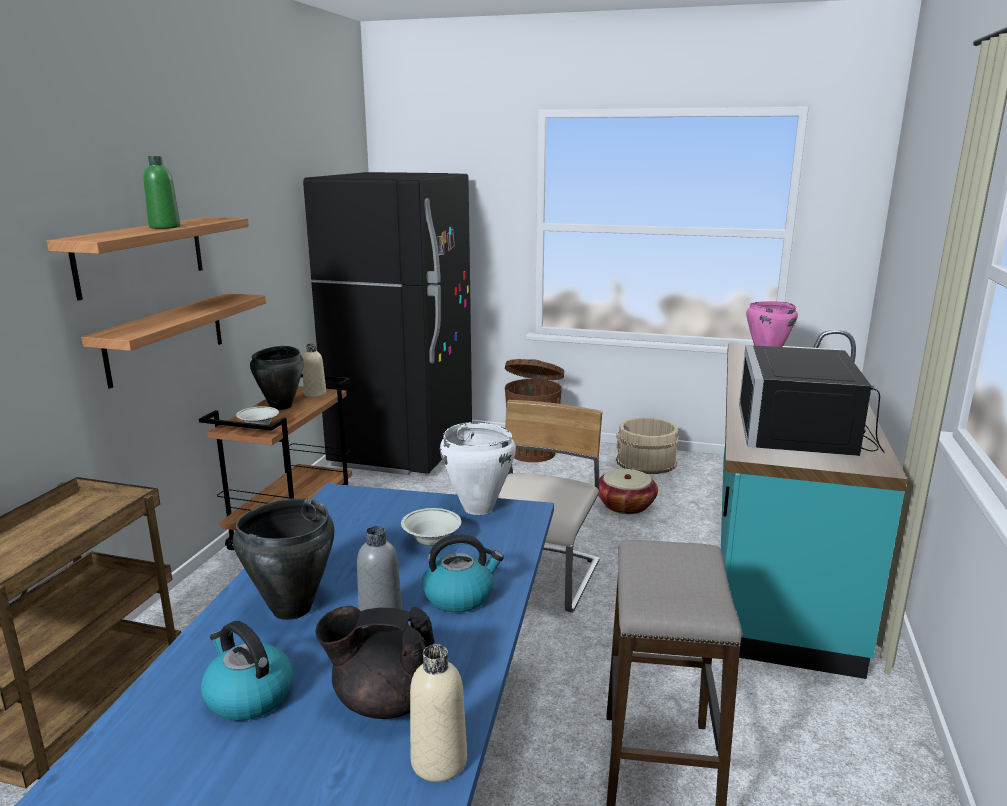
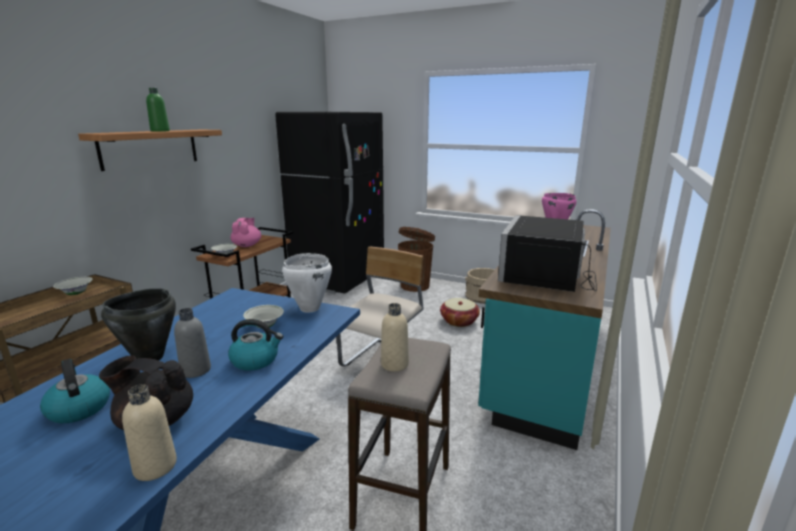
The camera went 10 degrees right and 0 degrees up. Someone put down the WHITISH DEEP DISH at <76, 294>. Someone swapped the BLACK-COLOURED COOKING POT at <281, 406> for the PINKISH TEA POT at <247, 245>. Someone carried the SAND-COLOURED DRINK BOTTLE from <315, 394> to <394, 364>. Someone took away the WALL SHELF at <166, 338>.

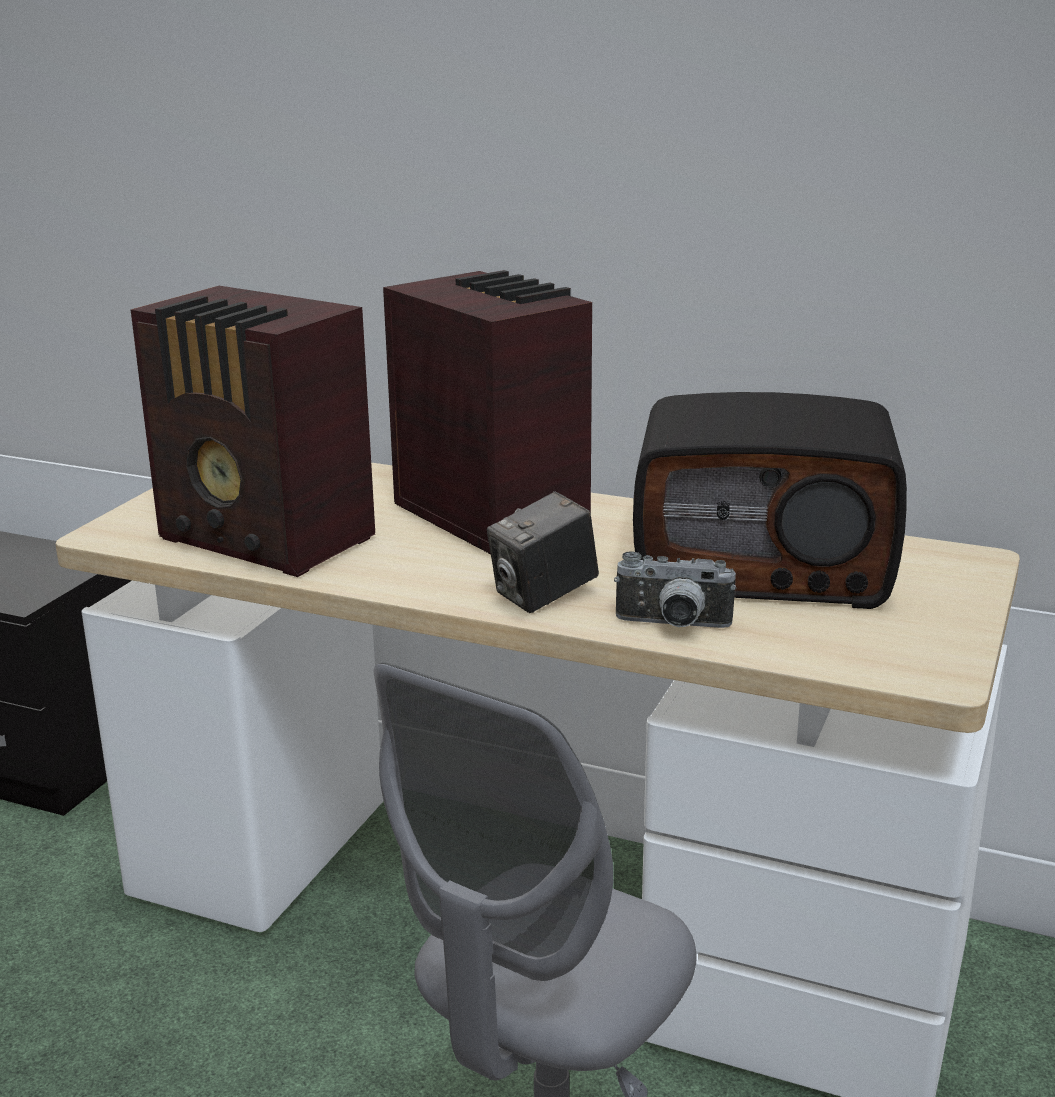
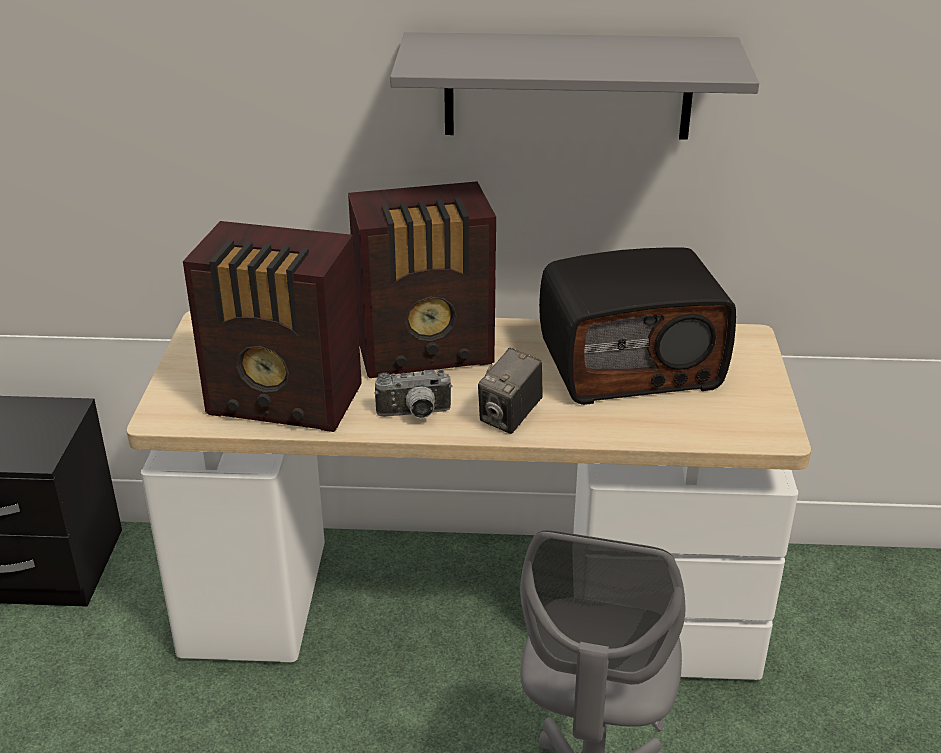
The camera went 20 degrees left and 10 degrees up. Someone rotated the RADIO at <491, 516> by 135 degrees clockwise. Someone carried the PHOTO CAMERA from <672, 626> to <415, 415>. Someone put up the GREYISH WALL SHELF at <568, 86>.

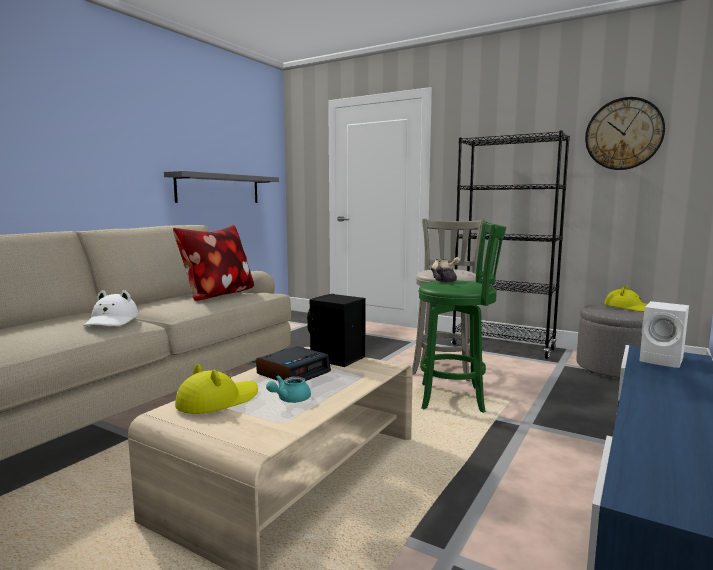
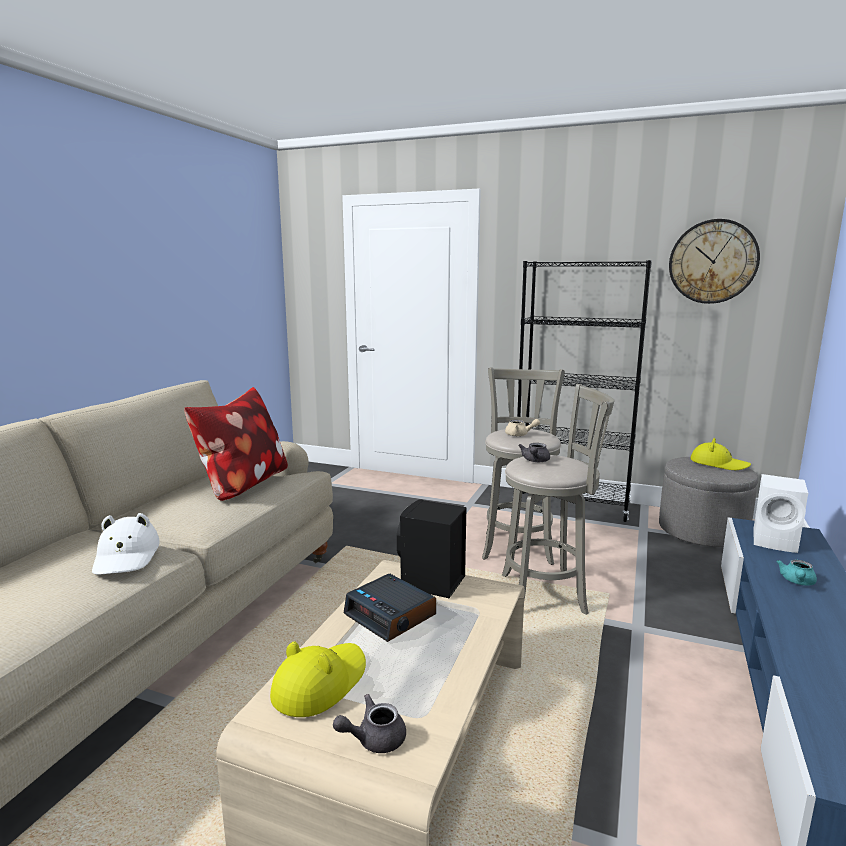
The camera went 10 degrees left and 5 degrees up. Someone put down the GREYISH TEA POT at <374, 739>. Someone rotated the ALARM CLOCK at <293, 372> by 105 degrees clockwise. Someone repainted the GREEN SITTING STOOL at <456, 398>, which became the GREYISH SITTING STOOL at <548, 594>. Someone carried the BLUE-GREEN TEA POT from <289, 399> to <797, 582>. Someone took away the GREYISH WALL SHELF at <219, 189>.

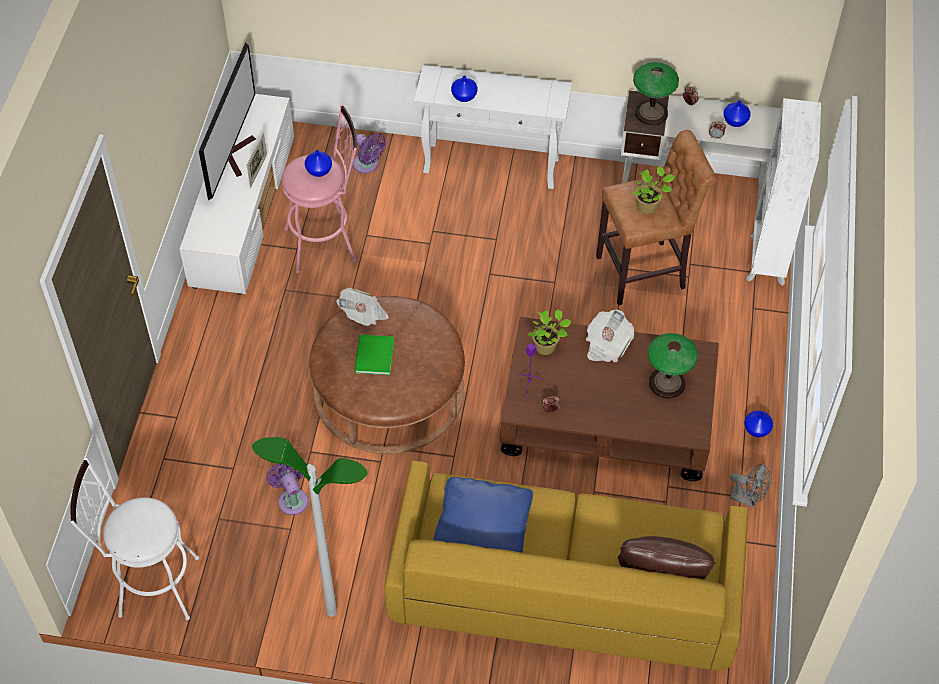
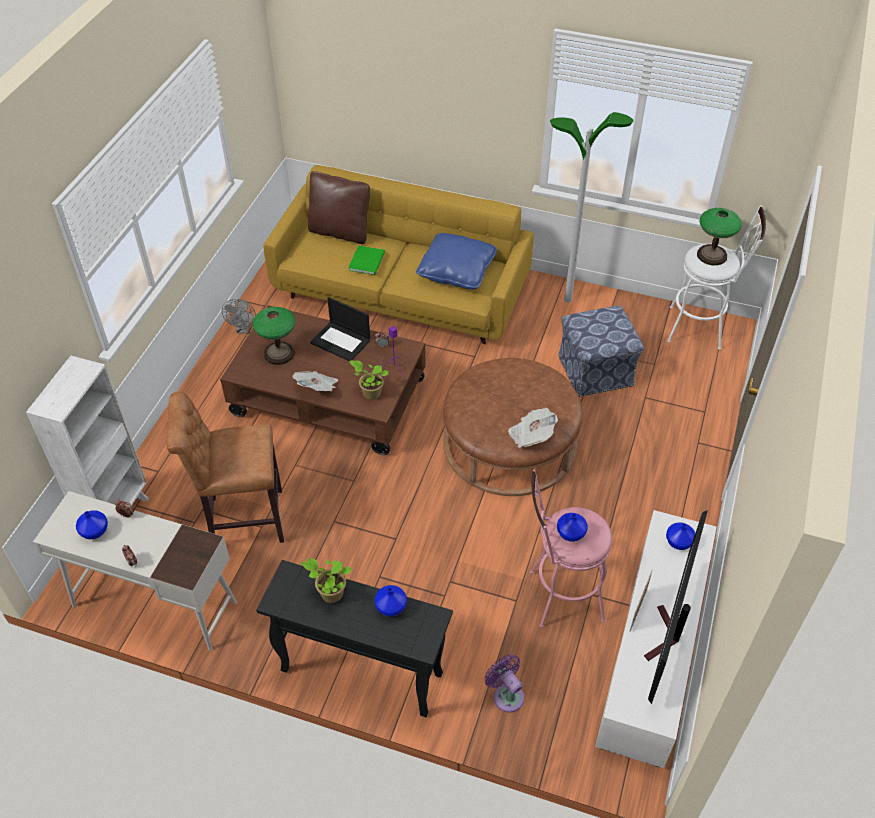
The camera went 170 degrees left and 5 degrees down. Someone rotated the GREYISH FAN at <748, 498> by 120 degrees counterclockwise. Someone repainted the WHITISH HALL TABLE at <492, 166>, which became the BLACK-COLOURED HALL TABLE at <360, 672>. Someone carried the PLANT IN A POT from <648, 207> to <330, 593>. Someone put down the PORTABLE COMPUTER at <341, 341>. Someone carried the GREEN BOOK from <373, 357> to <368, 260>. Someone swapped the PURPLE FAN at <292, 498> for the OTTOMAN at <596, 370>. Someone carried the BLUE FLOWER VASE from <756, 429> to <679, 542>. Someone carried the TABLETOP LAMP from <651, 113> to <711, 255>.

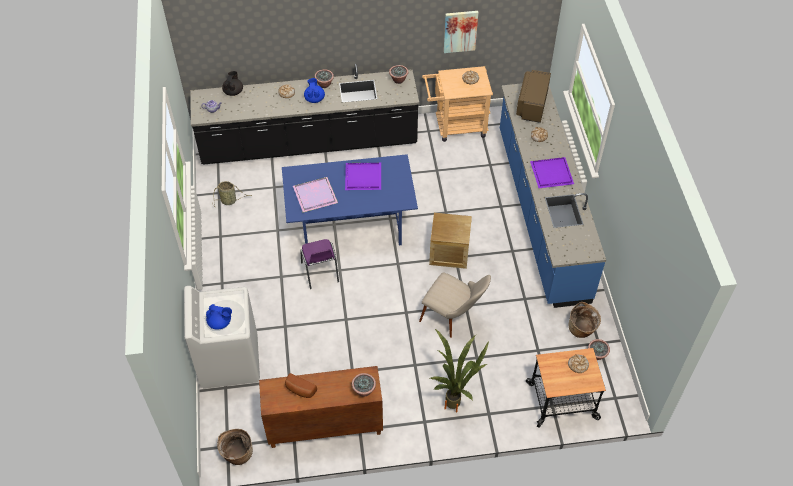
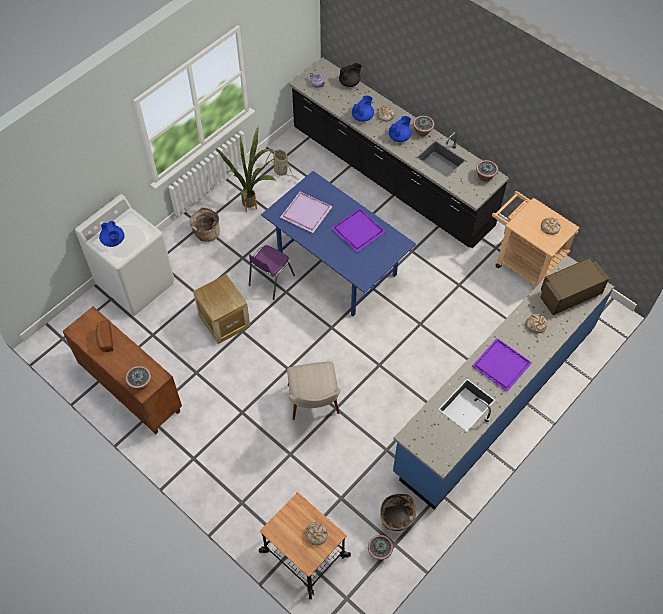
The camera went 50 degrees right and 5 degrees up. Someone carried the BASKET from <237, 454> to <206, 233>. Someone carried the PACKING CRATE from <449, 253> to <224, 320>. Someone carried the PLANT IN A POT from <455, 401> to <254, 206>. Someone put down the BLUE TEA POT at <362, 117>. Someone took away the WALL PICTURE at <460, 31>.

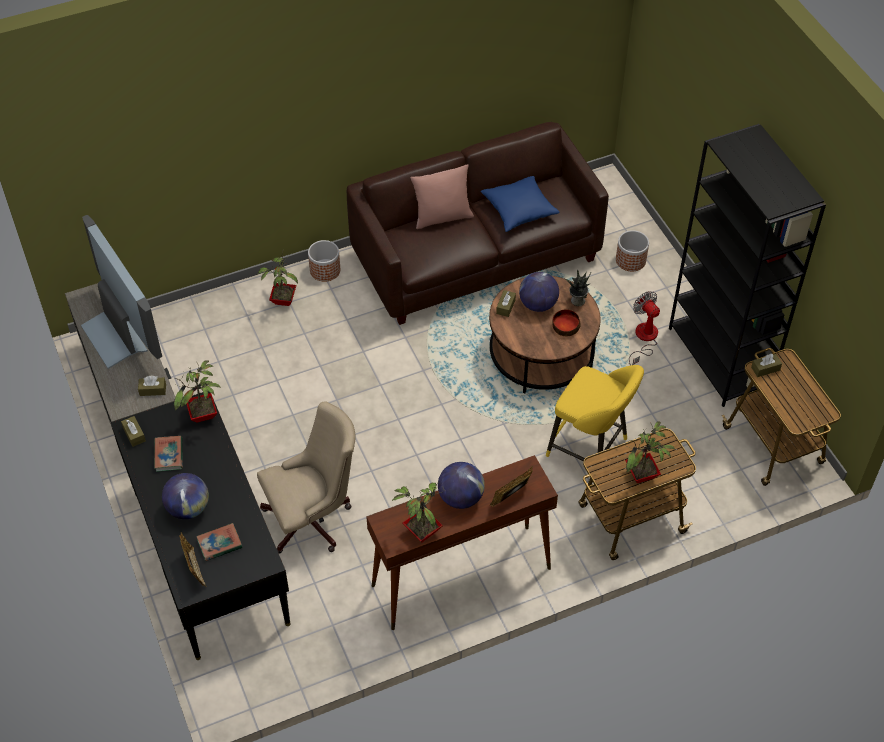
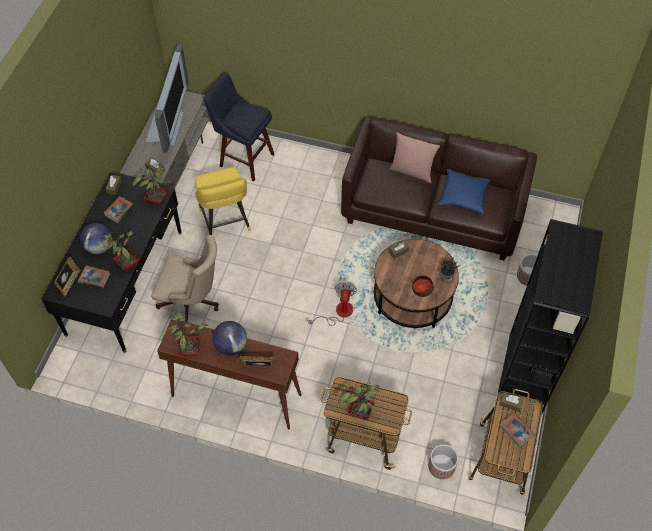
The camera went 40 degrees right and 5 degrees up. Someone carried the PLANT IN A POT from <282, 300> to <127, 263>. Someone carried the YELLOW-COLOURED SITTING STOOL from <591, 449> to <226, 223>. Someone put down the BLUE SITTING STOOL at <243, 158>. Someone carried the FAN from <644, 339> to <338, 313>. Someone carried the PLANTER from <325, 270> to <441, 466>. Someone put down the BOOK at <516, 431>. Someone took away the GLOBE at <538, 304>.

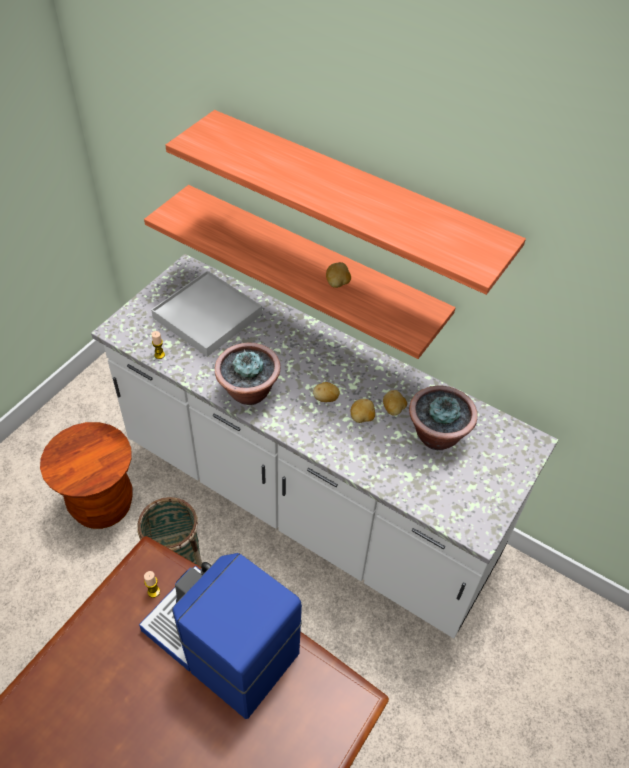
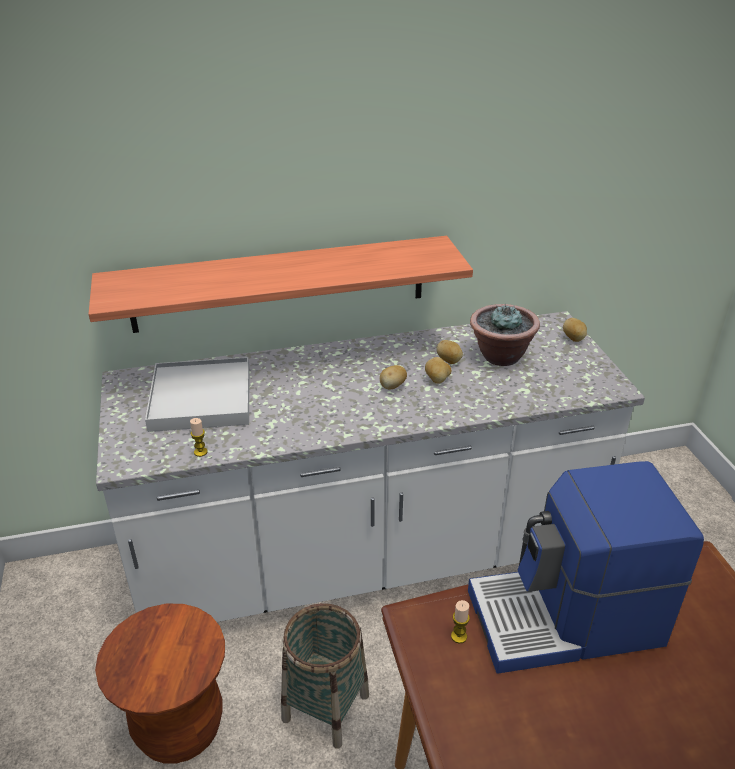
The camera went 45 degrees left and 15 degrees down. Someone carried the POTATO from <337, 283> to <573, 339>. Someone took away the WALL SHELF at <355, 197>. Someone took away the PLANT IN A POT at <248, 392>.

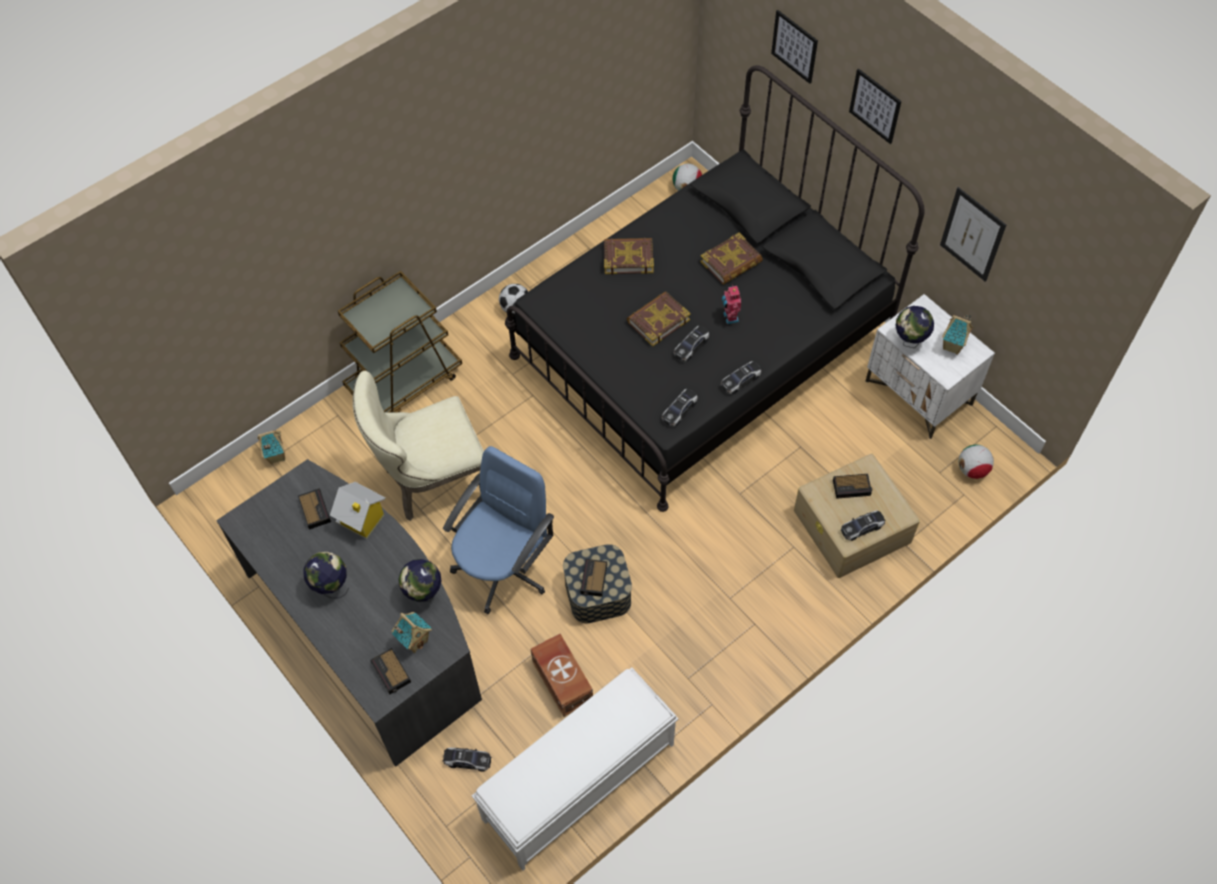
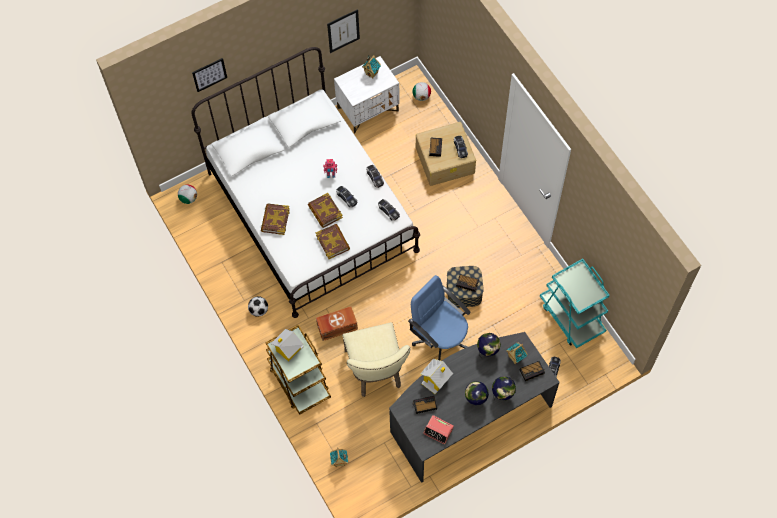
The camera went 80 degrees left and 5 degrees up. Someone repainted the BLACK-COLOURED BED at <702, 346>, which became the WHITISH BED at <311, 211>. Someone put down the TOY HOUSE at <288, 349>. Someone carried the BOOK from <731, 262> to <333, 242>. Someone carried the BROWN STORAGE BIN from <563, 679> to <336, 326>. Someone put down the ALARM CLOCK at <438, 431>. Someone carried the GLOBE from <909, 341> to <502, 394>. Someone swapped the WHITISH LONG SEAT at <577, 782> for the BLUE-GREEN CART at <571, 317>. Someone took away the WALL PICTURE at <875, 106>.

